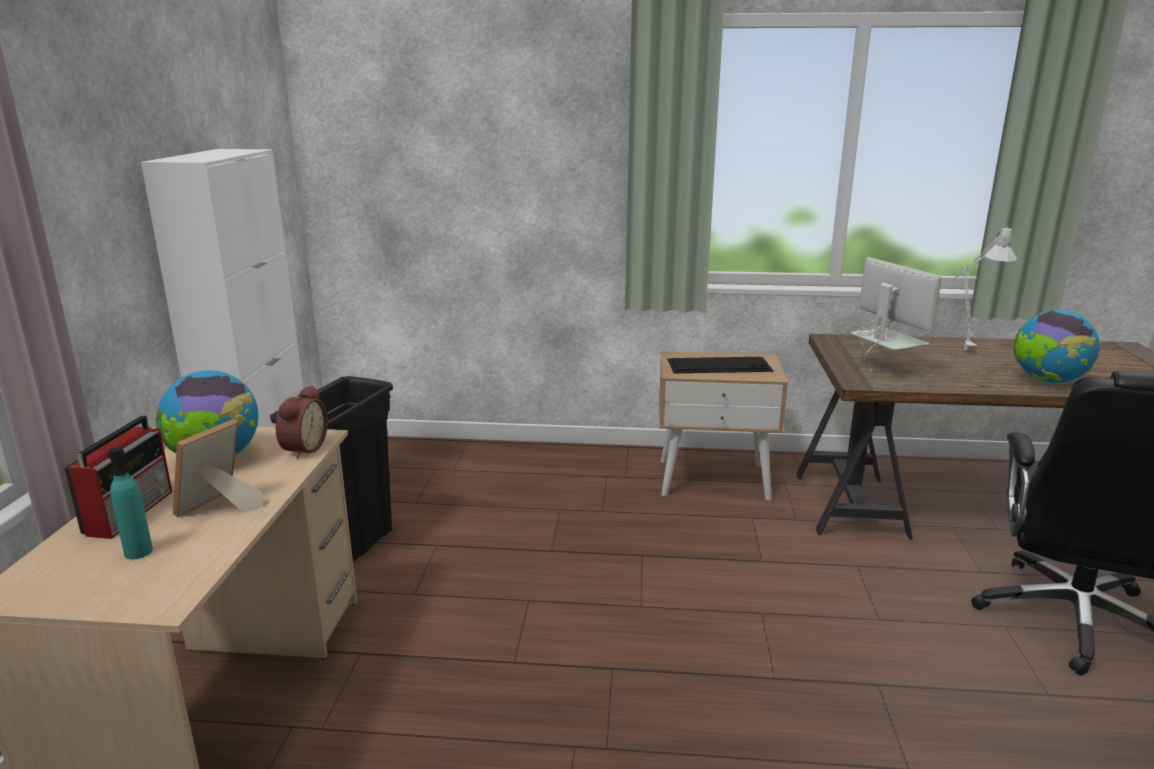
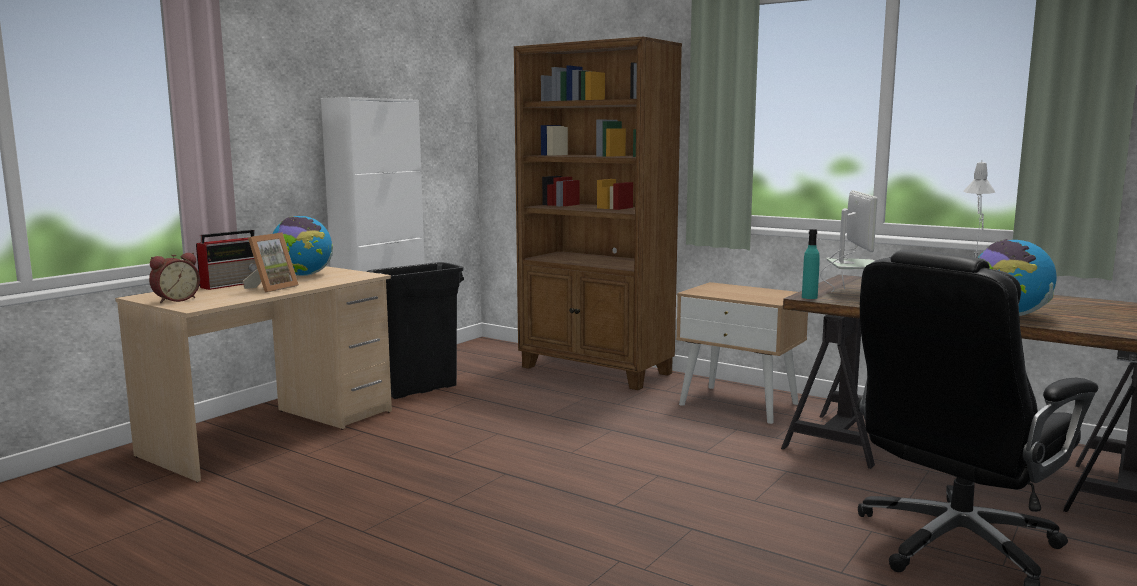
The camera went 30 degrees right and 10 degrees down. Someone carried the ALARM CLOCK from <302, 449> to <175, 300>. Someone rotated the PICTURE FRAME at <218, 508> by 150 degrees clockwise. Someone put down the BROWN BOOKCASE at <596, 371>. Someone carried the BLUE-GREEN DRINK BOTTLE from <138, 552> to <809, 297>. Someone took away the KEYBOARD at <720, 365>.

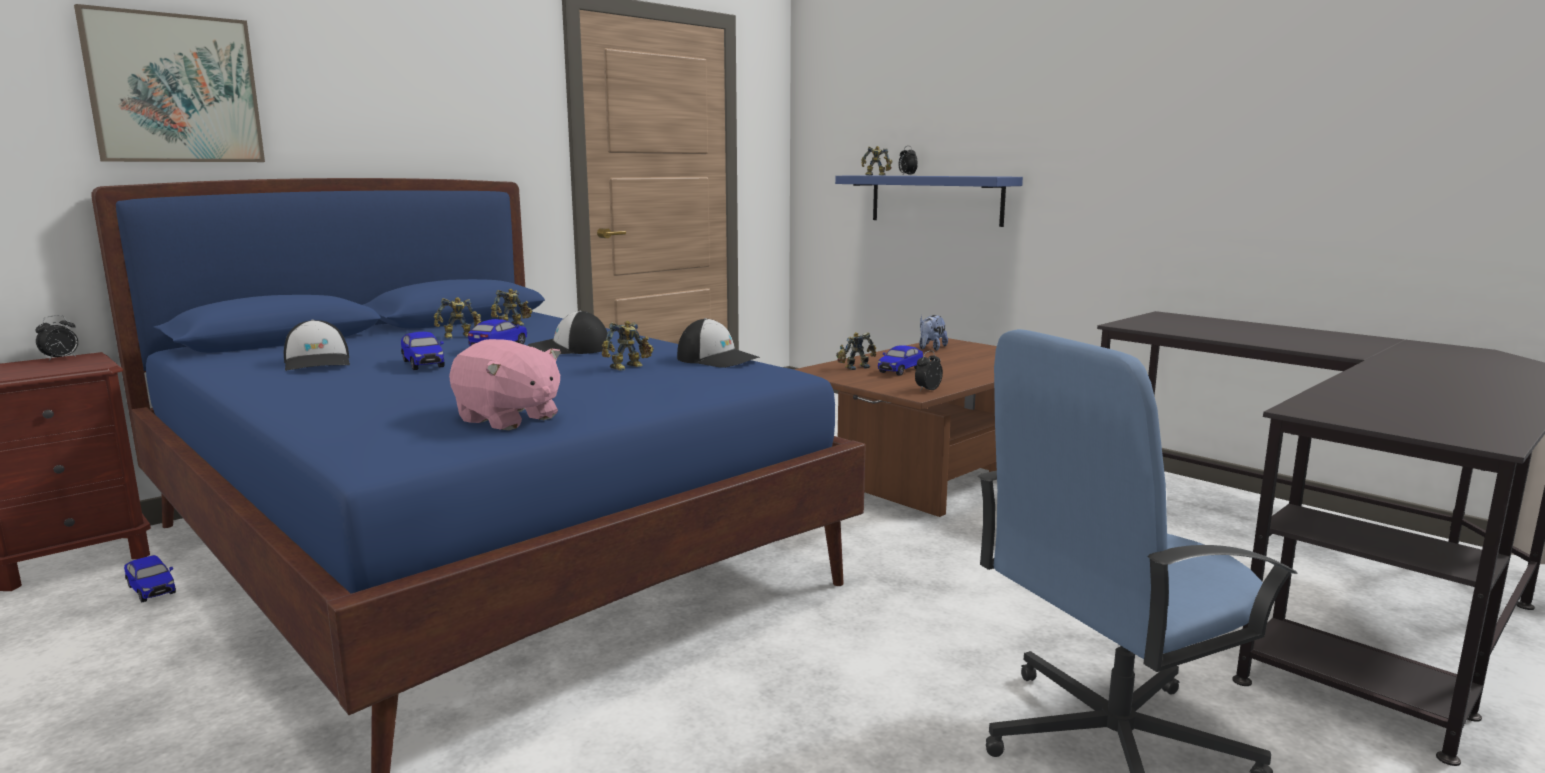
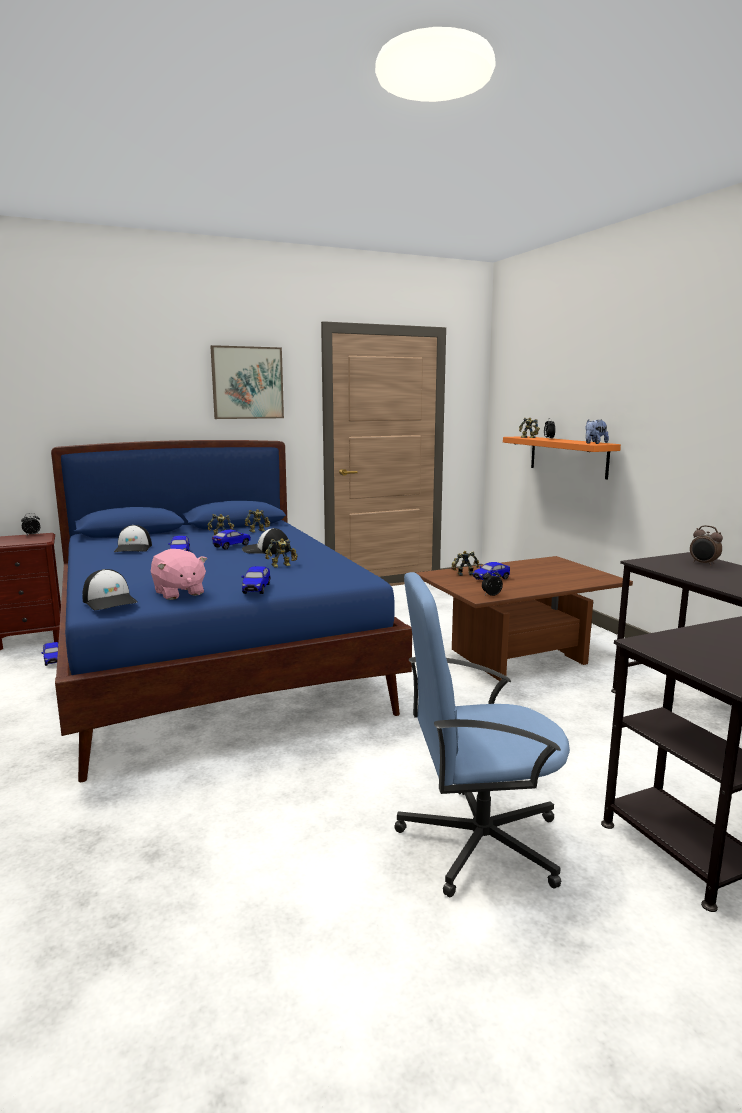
The camera went 20 degrees right and 0 degrees up. Someone carried the PEAKED CAP from <718, 359> to <110, 601>. Someone carried the WALL PICTURE from <174, 89> to <247, 383>. Someone put down the MODEL CAR at <256, 589>. Someone repainted the BLUE WALL SHELF at <935, 199>, which became the ORANGE WALL SHELF at <568, 456>. Someone carried the CUDDLY TOY from <931, 349> to <594, 443>. Someone put down the ALARM CLOCK at <703, 564>.

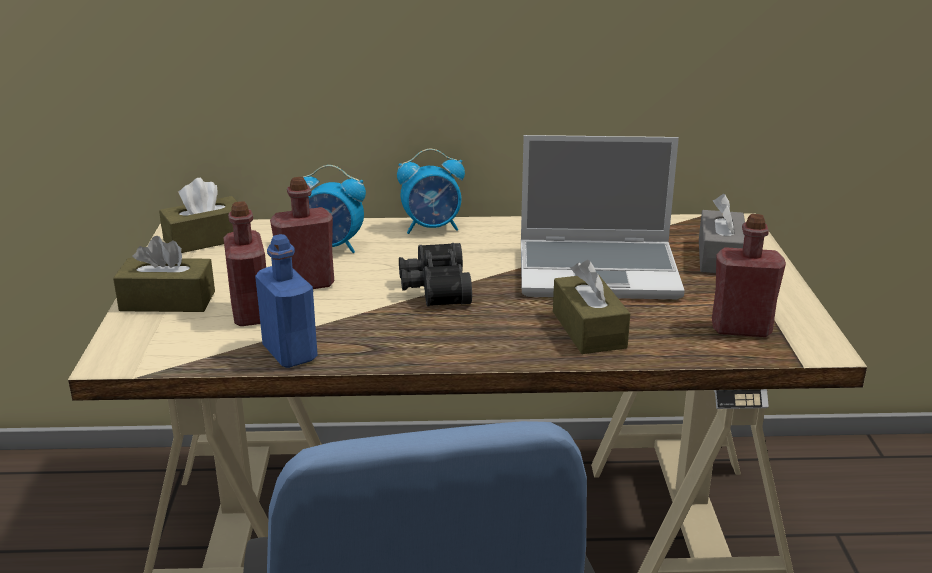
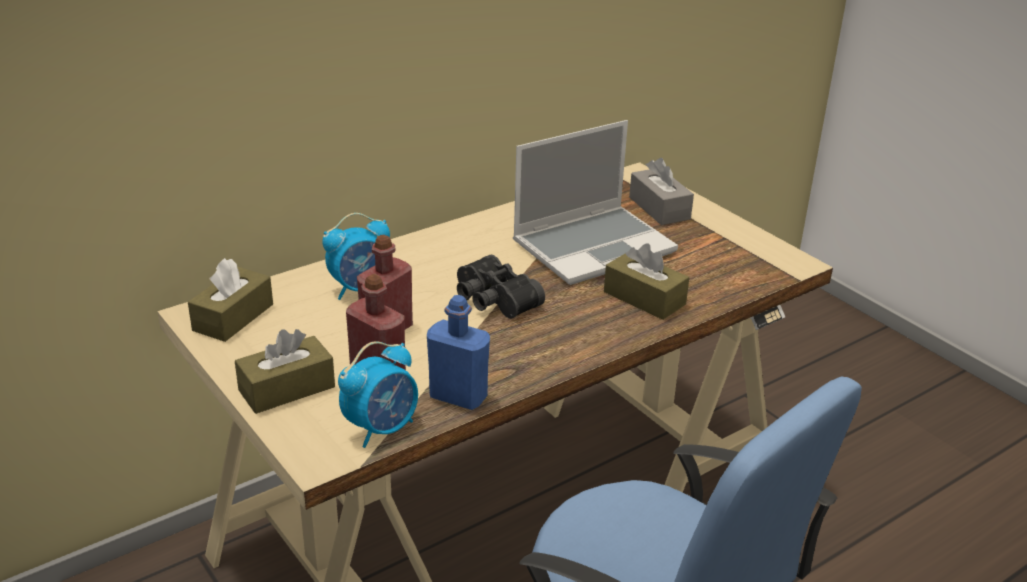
The camera went 35 degrees left and 5 degrees up. Someone carried the ALARM CLOCK from <432, 228> to <382, 428>. Someone took away the REDDISH DRINK BOTTLE at <741, 328>.

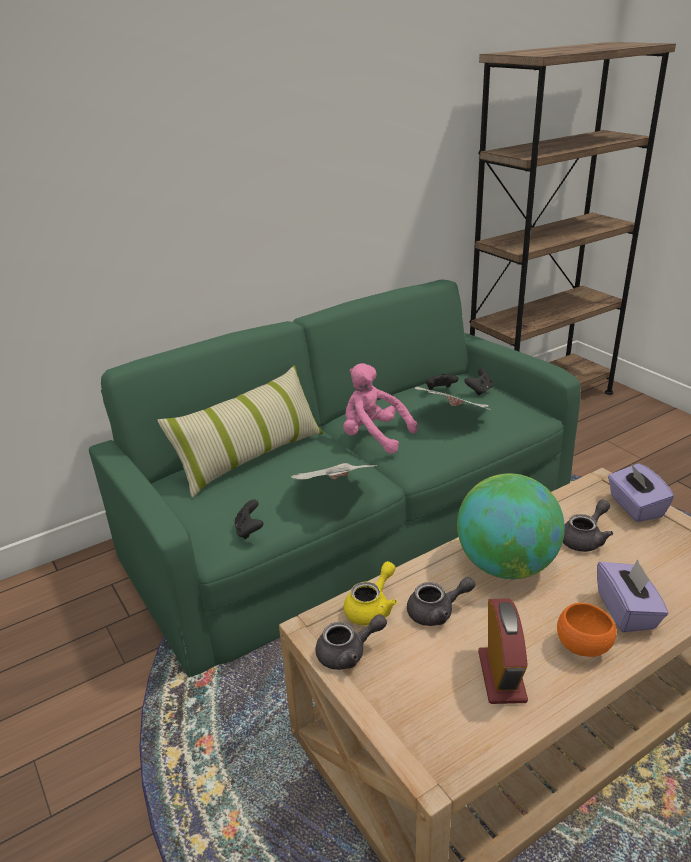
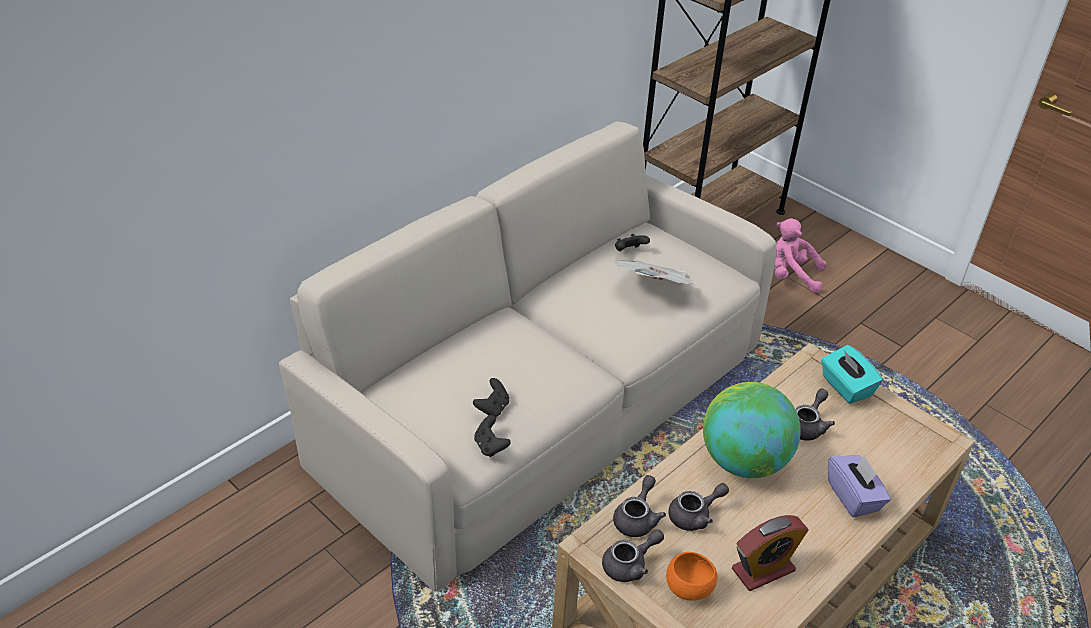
The camera went 15 degrees left and 10 degrees up. Someone repainted the GREEN COUCH at <350, 519>, which became the SAND-COLOURED COUCH at <541, 397>. Someone carried the BLACK-COLOURED GAME CONTROLLER from <479, 391> to <492, 408>. Someone repainted the YELLOW-COLOURED TEA POT at <372, 608>, which became the GREYISH TEA POT at <637, 518>. Someone carried the ORANGE DEEP DISH from <583, 646> to <689, 589>. Someone rotated the ALARM CLOCK at <501, 676> by 75 degrees clockwise. Someone carried the PINKISH CUDDLY TOY from <373, 436> to <790, 276>. Someone repainted the PURPLE TISSUE HOLDER at <635, 507>, which became the BLUE-GREEN TISSUE HOLDER at <845, 387>. Someone took away the THROW PILLOW at <250, 457>. Someone took away the NEWSPAPER at <335, 490>.

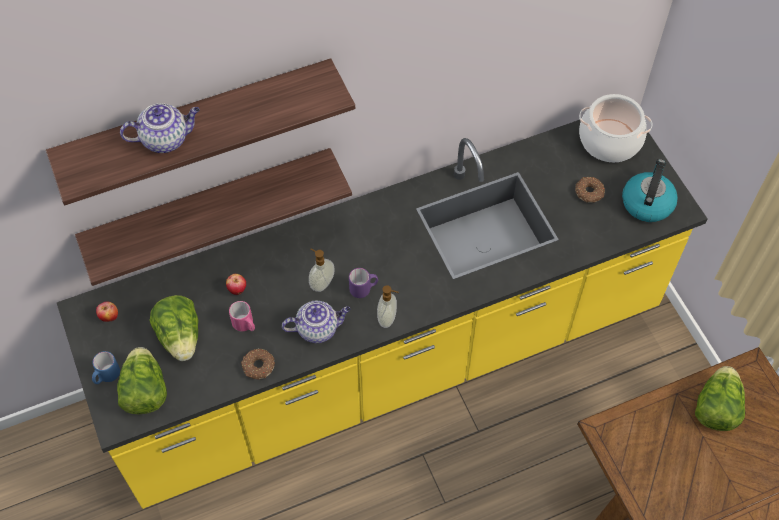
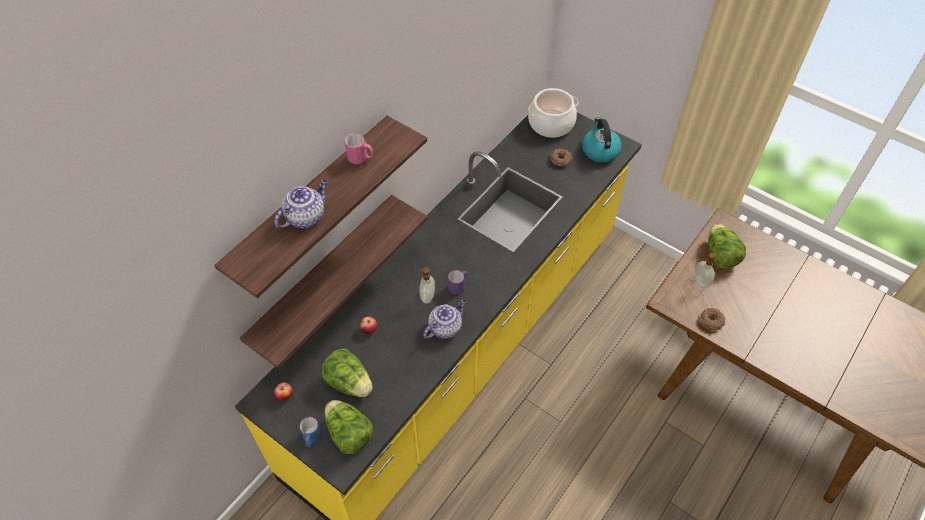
The camera went 30 degrees left and 5 degrees down. Someone carried the PINKISH TEA MUG from <245, 325> to <361, 159>. Someone carried the LIQUID SOAP BOTTLE from <388, 318> to <701, 281>. Someone carried the DOUGHNUT from <258, 366> to <711, 321>.

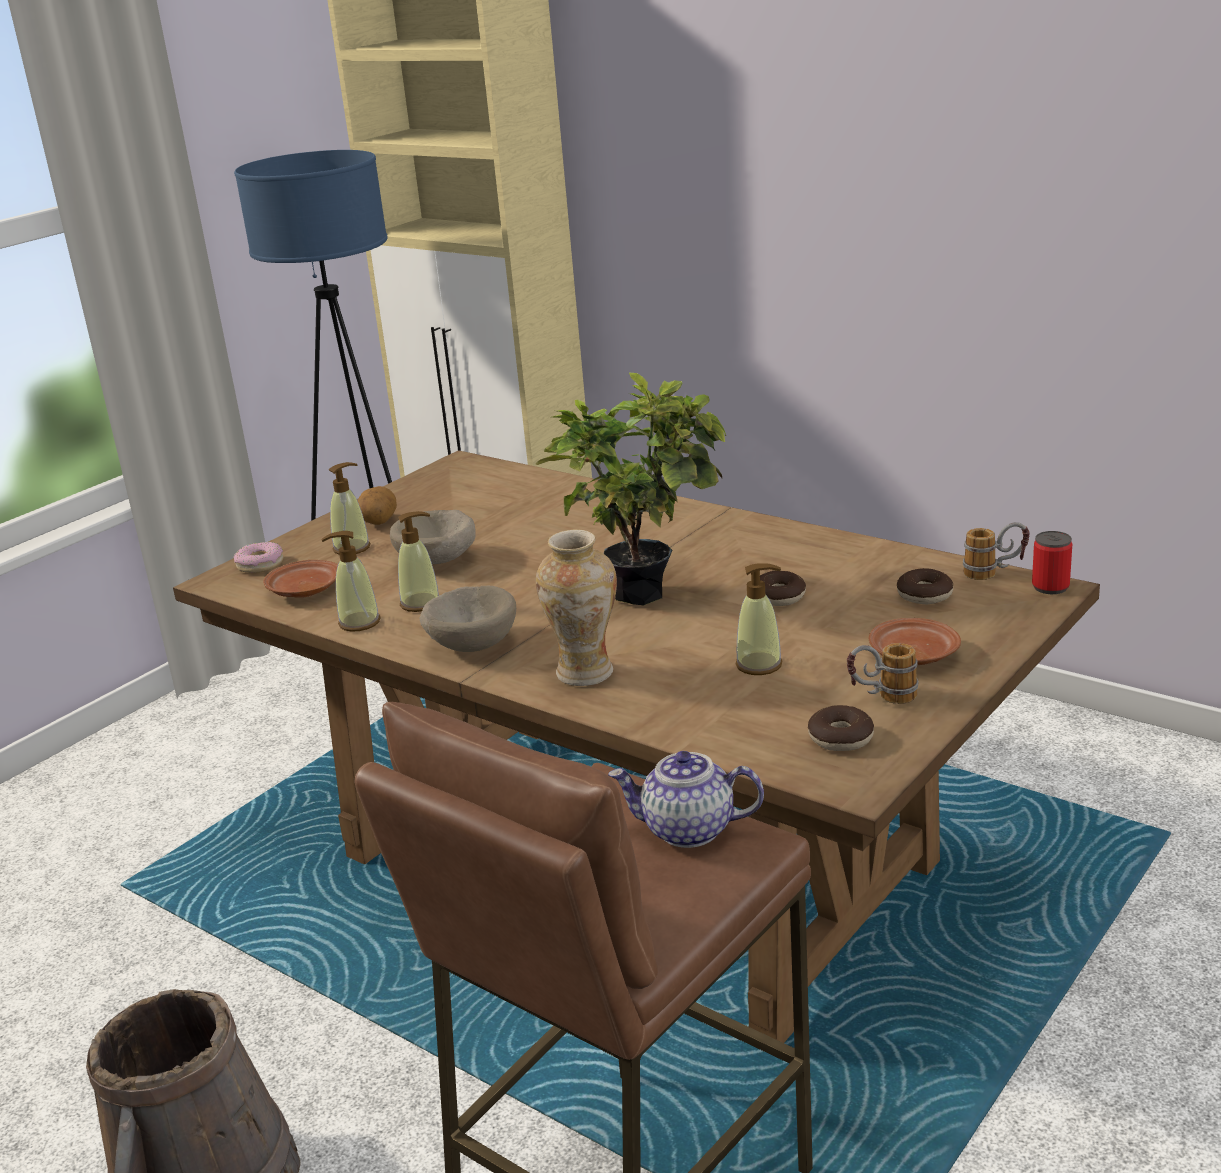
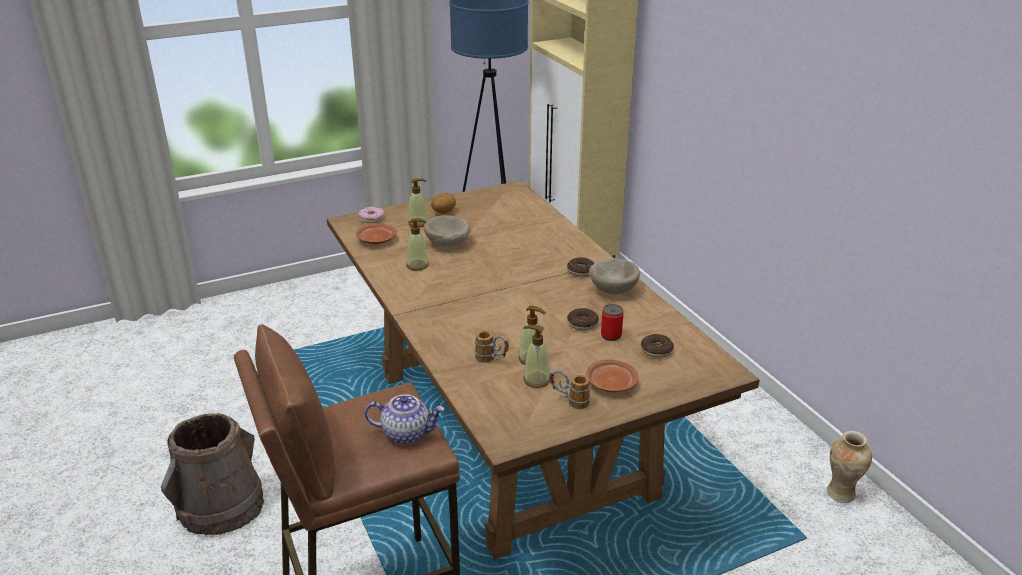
The camera went 25 degrees right and 5 degrees up. Someone rotated the TEA POT at <687, 830> by 150 degrees clockwise. Someone carried the TEA MUG from <994, 573> to <492, 360>. Someone carried the LIQUID SOAP BOTTLE from <359, 623> to <536, 380>. Someone carried the DOUGHNUT from <840, 738> to <581, 271>. Someone carried the SAND-COLOURED DEEP DISH from <473, 643> to <614, 289>. Someone carried the SEALED CAN from <1050, 587> to <611, 335>. Someone carried the FLOWER VASE from <585, 673> to <840, 494>. Someone took away the PLANT IN A POT at <647, 589>.

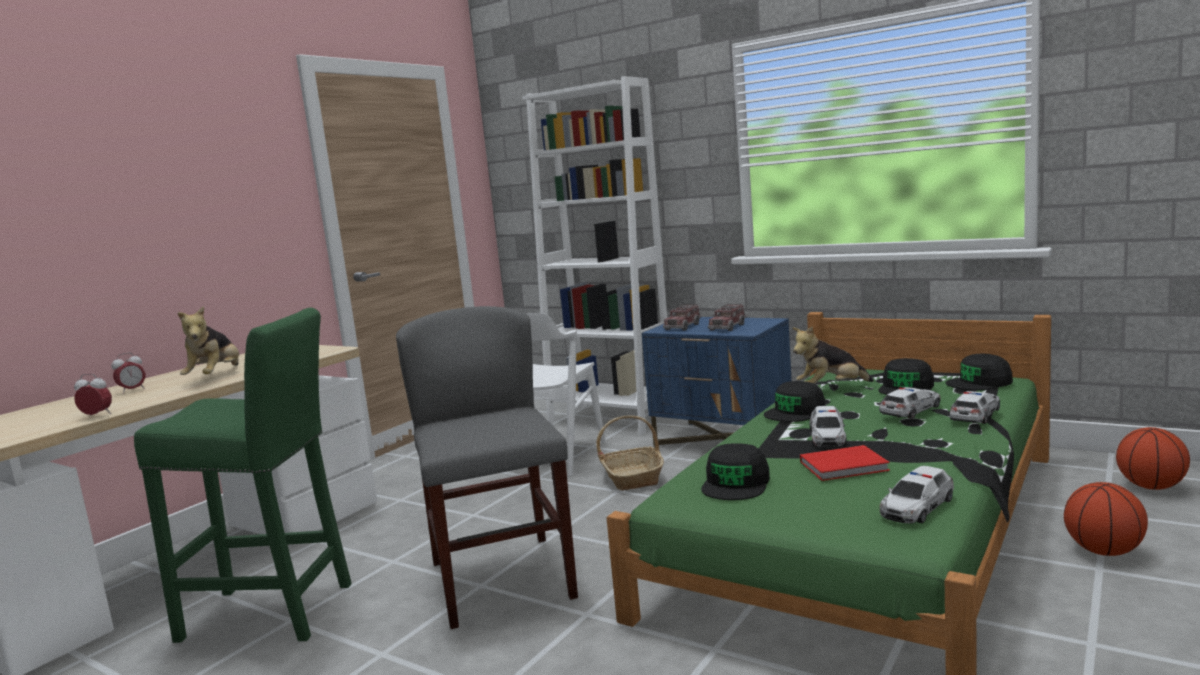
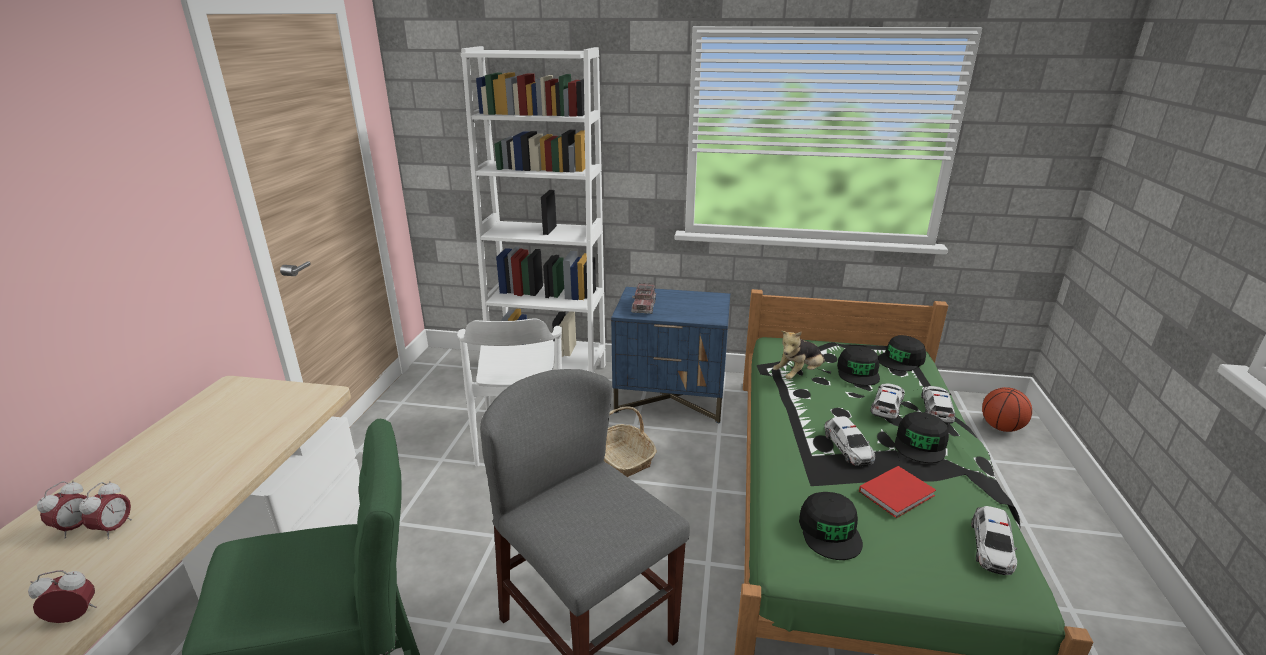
The camera went 25 degrees left and 15 degrees up. Someone put down the ALARM CLOCK at <115, 528>. Someone carried the BLACK-COLOURED PEAKED CAP from <795, 412> to <920, 444>. Someone took away the CUDDLY TOY at <216, 376>. Someone took away the TOY LORRY at <727, 327>. Someone took away the BALL FOR BASKETBALL at <1103, 552>.

